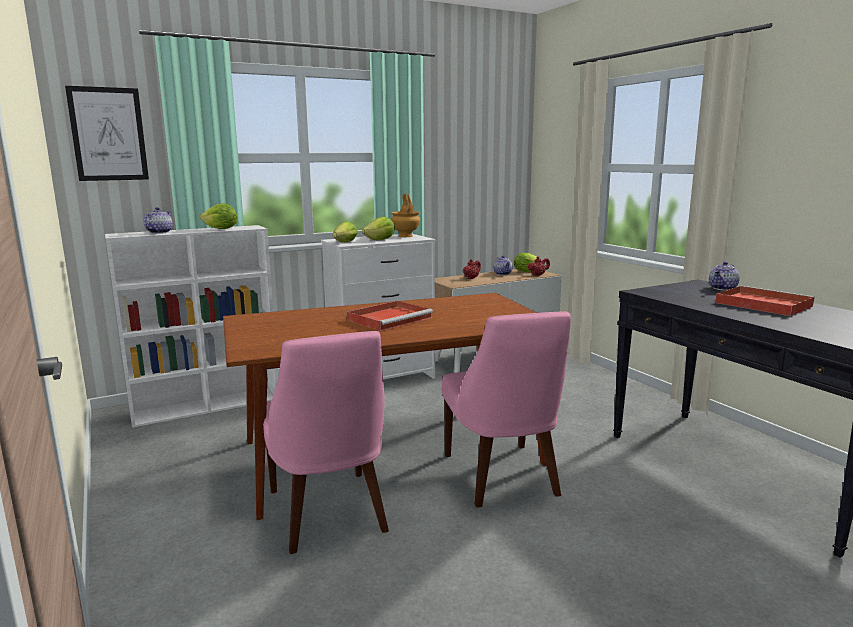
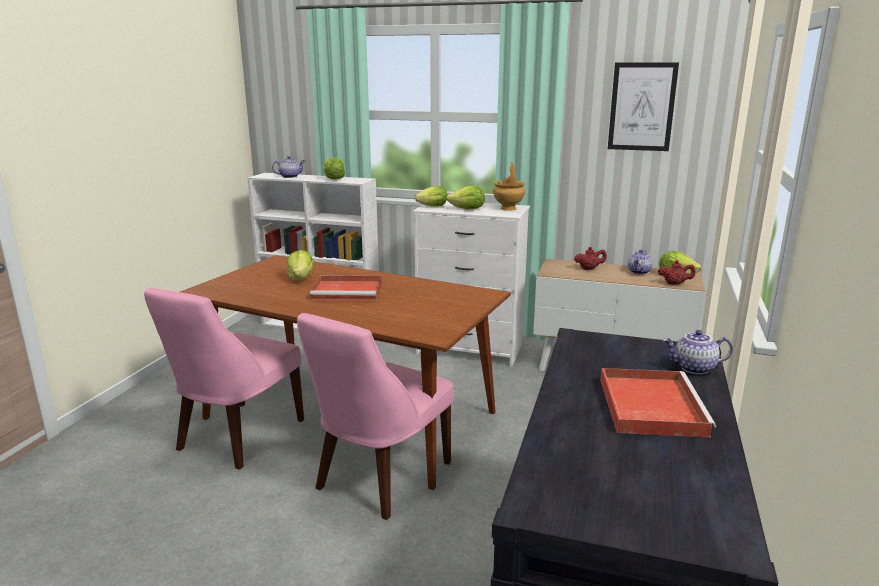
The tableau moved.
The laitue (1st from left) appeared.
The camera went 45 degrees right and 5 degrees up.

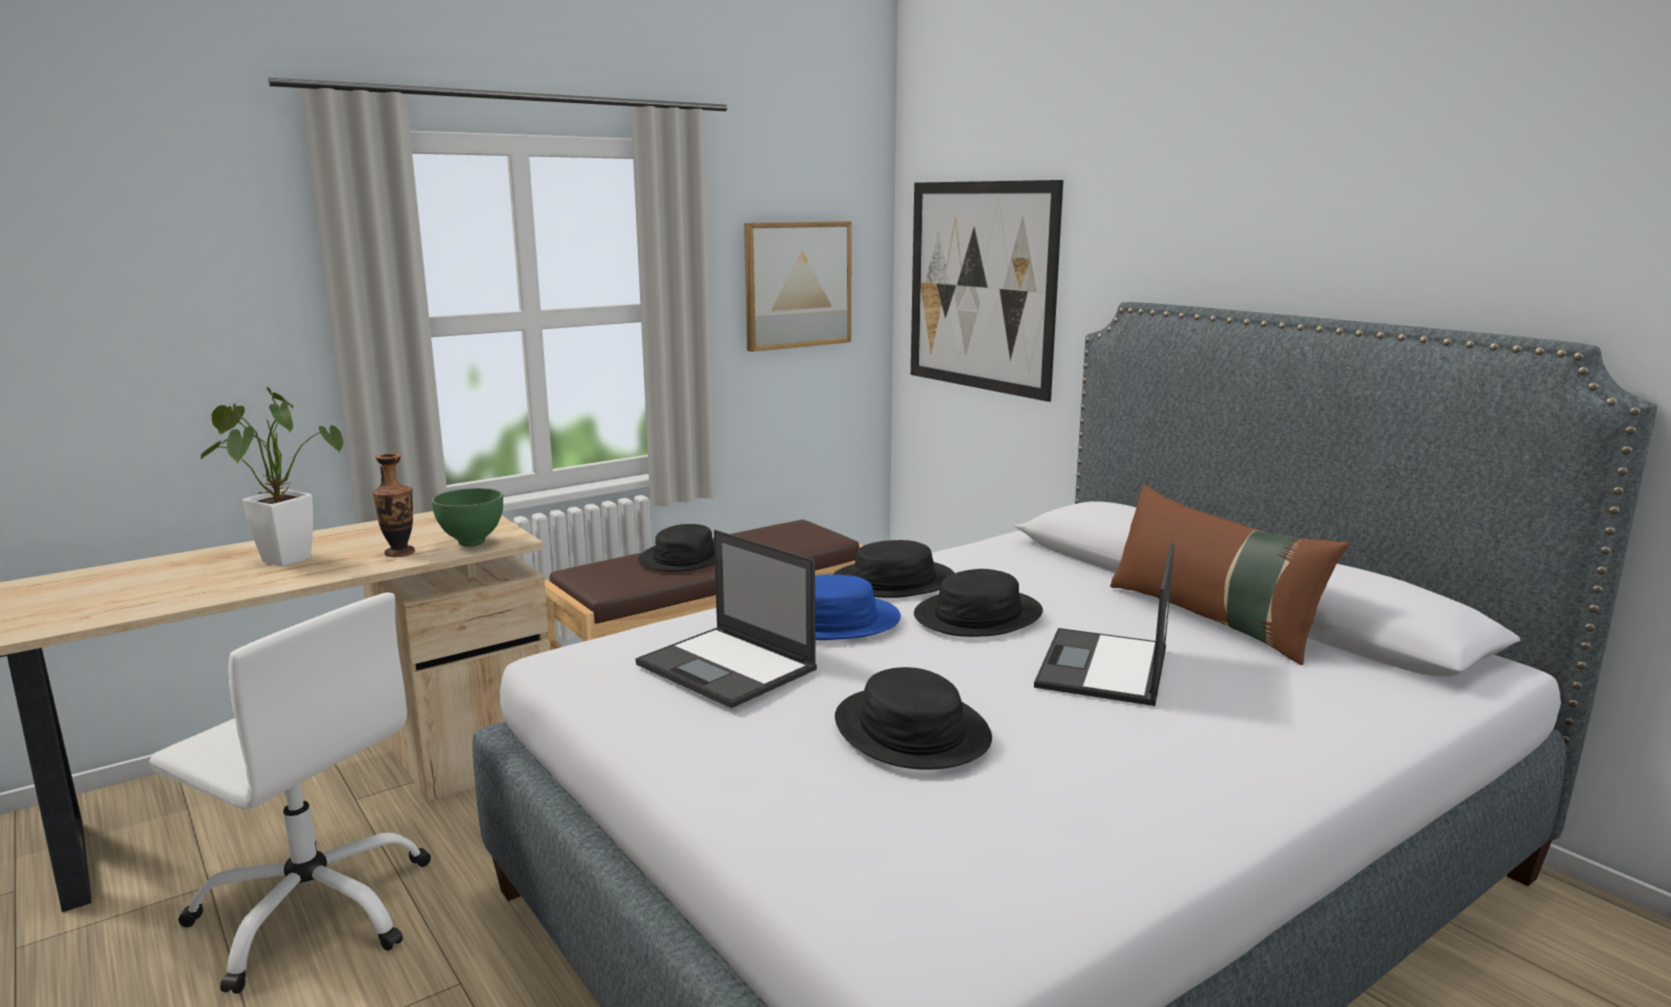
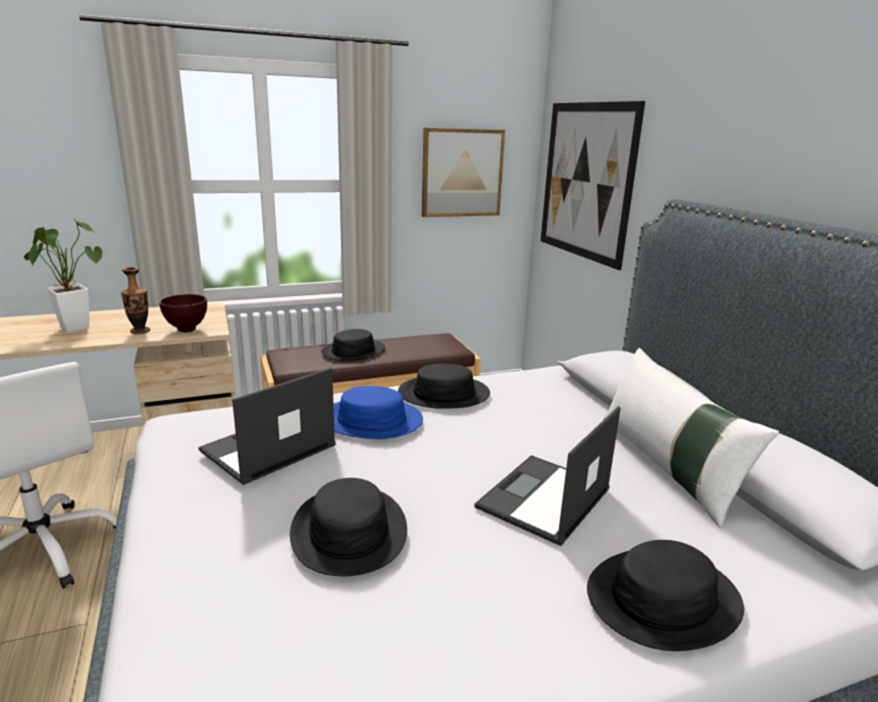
The coussin (marron) became the coussin (blanc).
The bol (vert) became the bol (marron).
The ordinateur portable (1st from left) turned 75 degrees clockwise.
The chapeau (noir) (4th from left) moved.
The camera went 15 degrees right and 5 degrees up.

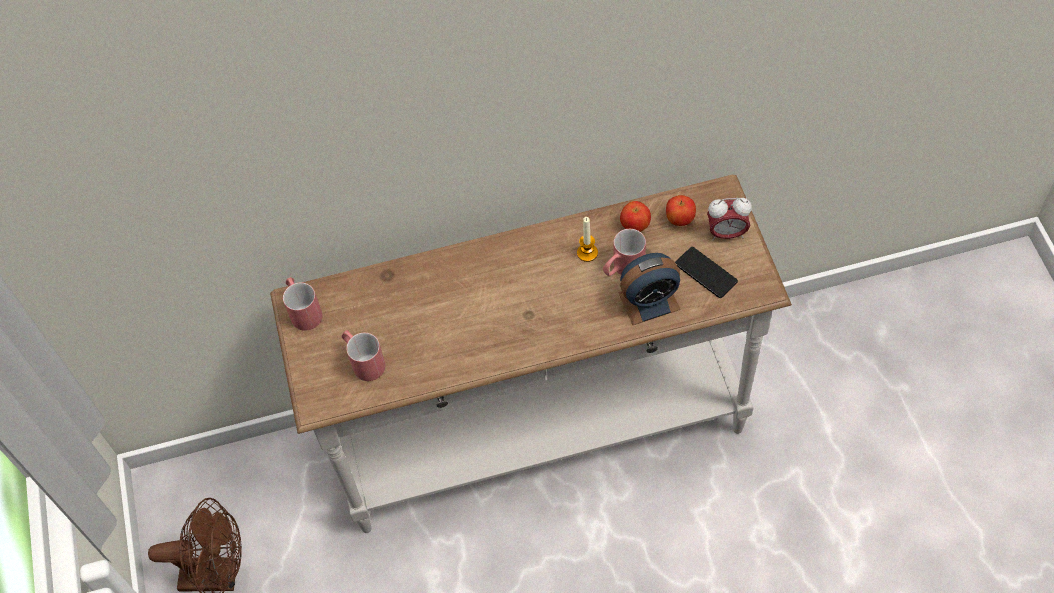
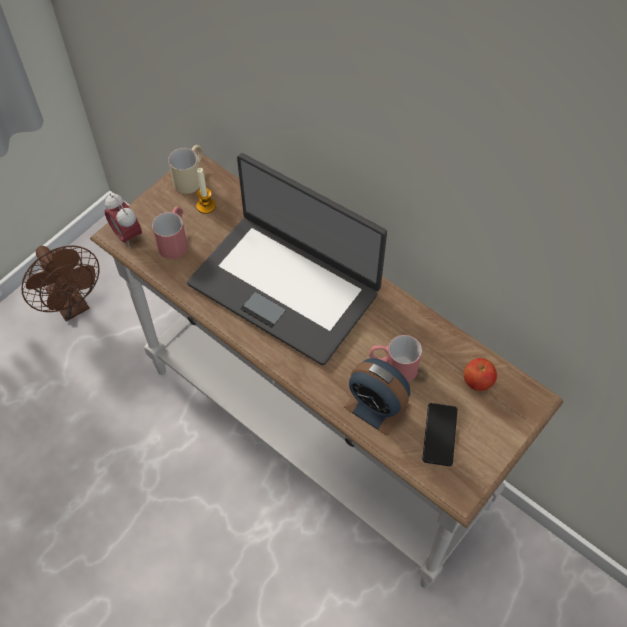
The réveil (2nd from left in the first image) moved.
The pomme (1st from left) disappeared.
The bougie moved.
The mug (rouge) (1st from left) became the mug (beige).
The ordinateur portable appeared.
The camera went 50 degrees right and 0 degrees up.

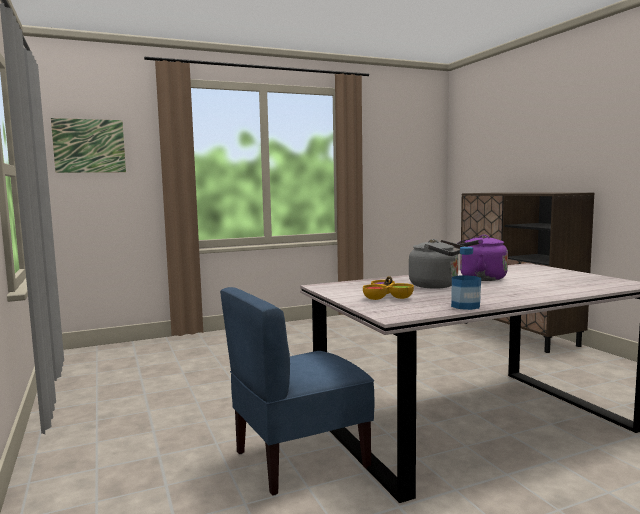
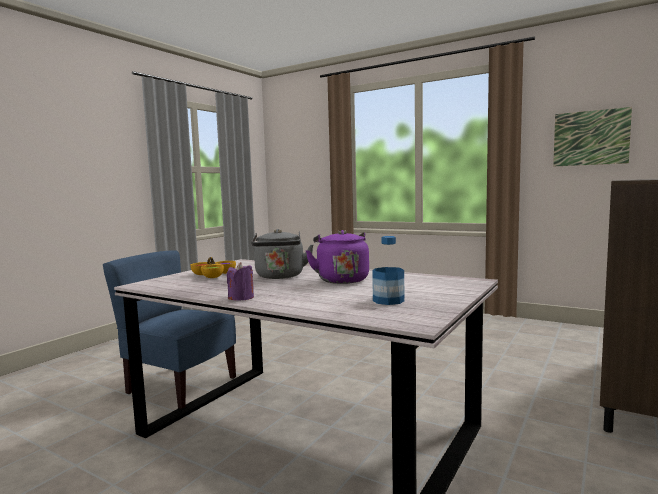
The tableau moved.
The bouteille moved.
The bougie (violet) appeared.
The camera went 55 degrees right and 0 degrees up.

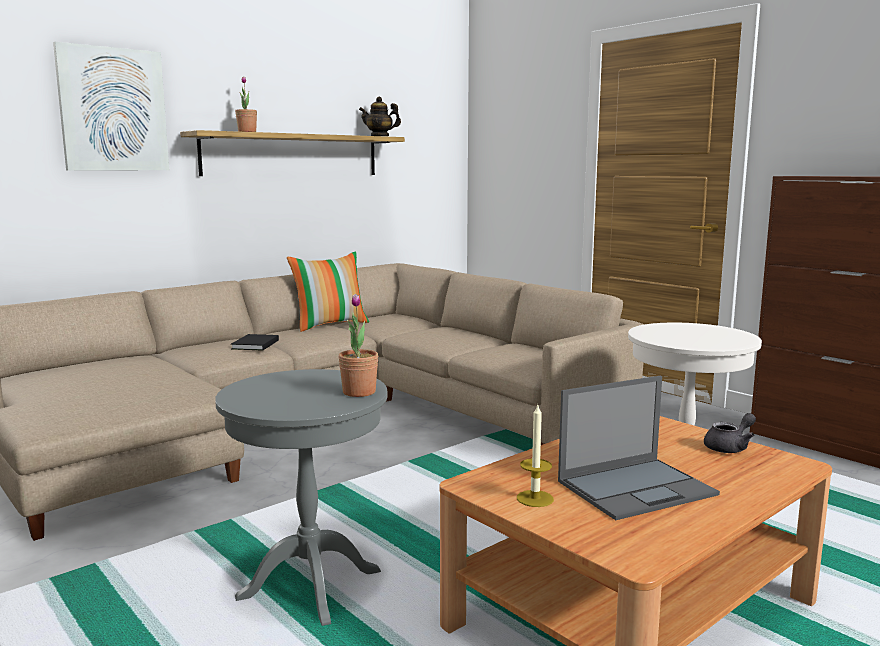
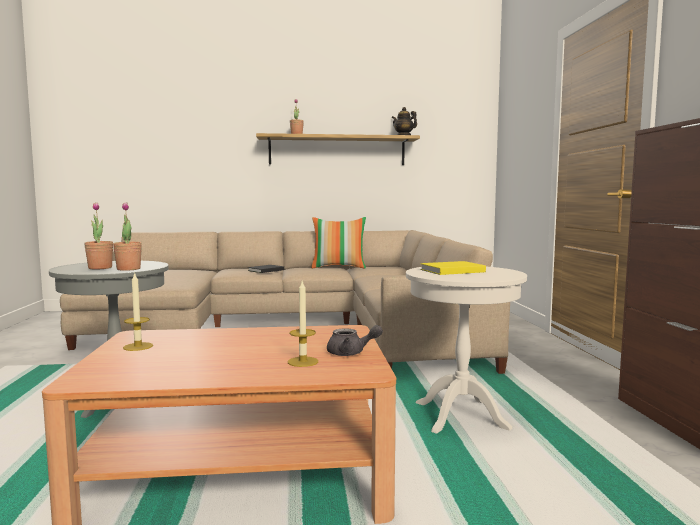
The tableau disappeared.
The ordinateur portable disappeared.
The plante en pot (1st from left) appeared.
The livre (jaune) appeared.
The bougie (2nd from left) appeared.
The camera went 35 degrees right and 5 degrees down.

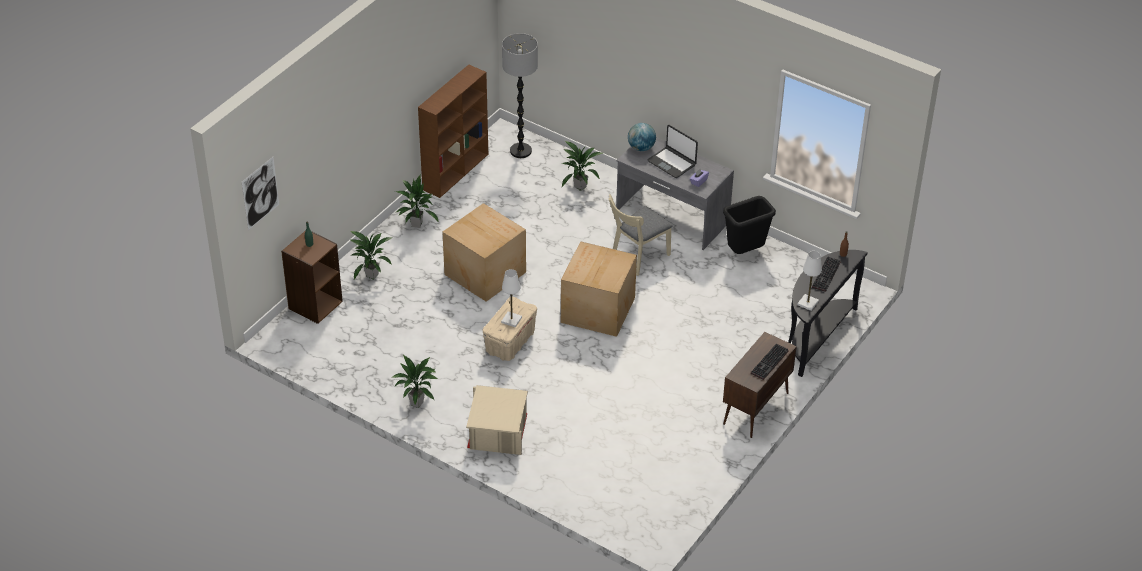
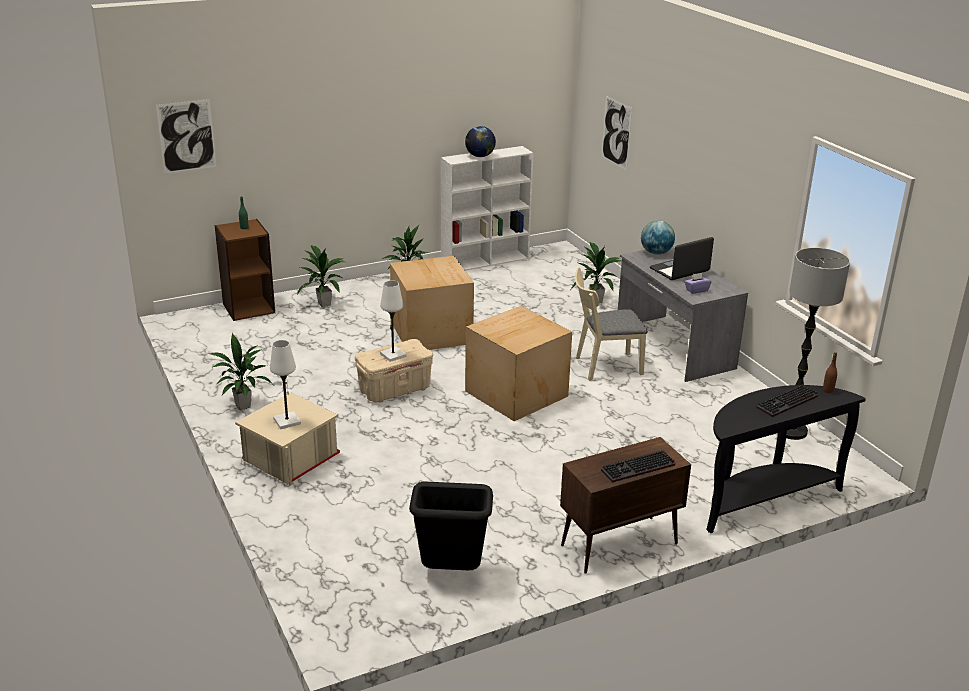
The lampadaire moved.
The bibliothèque (marron) (2nd from left) became the bibliothèque (blanc).
The ordinateur portable turned 75 degrees clockwise.
The poubelle (noir) moved.
The lampe de table (blanc) (2nd from left in the first image) moved.
The tableau (2nd from left) appeared.
The globe (1st from left) appeared.
The camera went 30 degrees right and 15 degrees down.

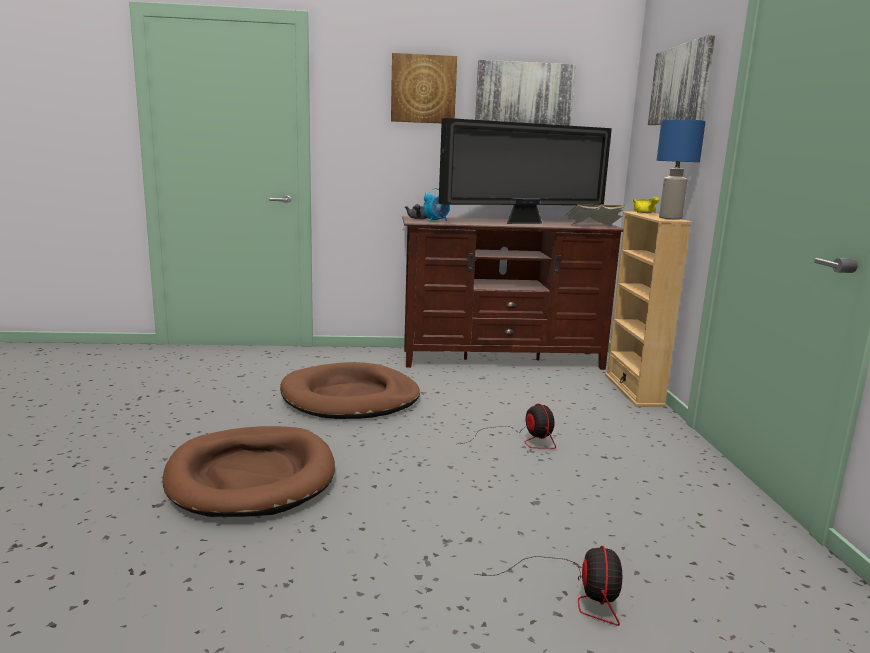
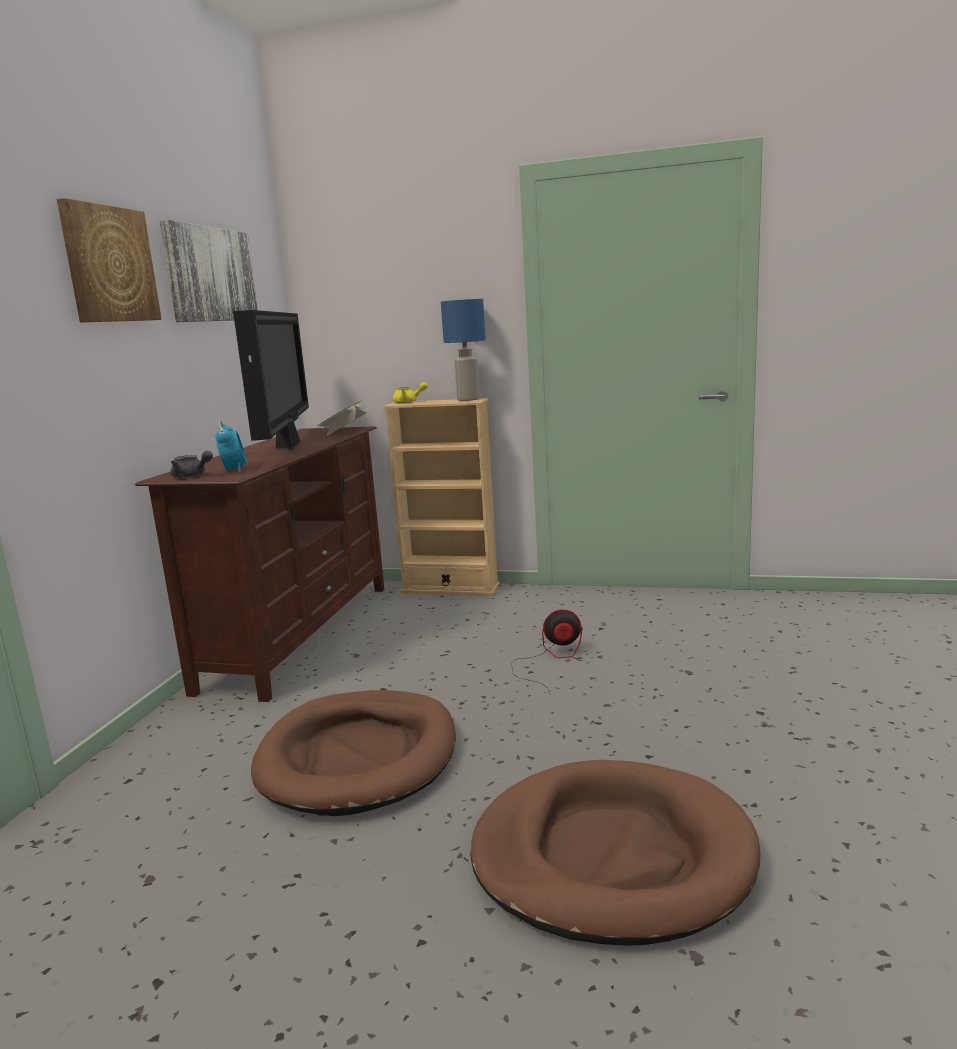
The tableau (3rd from left) disappeared.
The ventilateur (2nd from left) disappeared.
The camera went 70 degrees left and 0 degrees up.

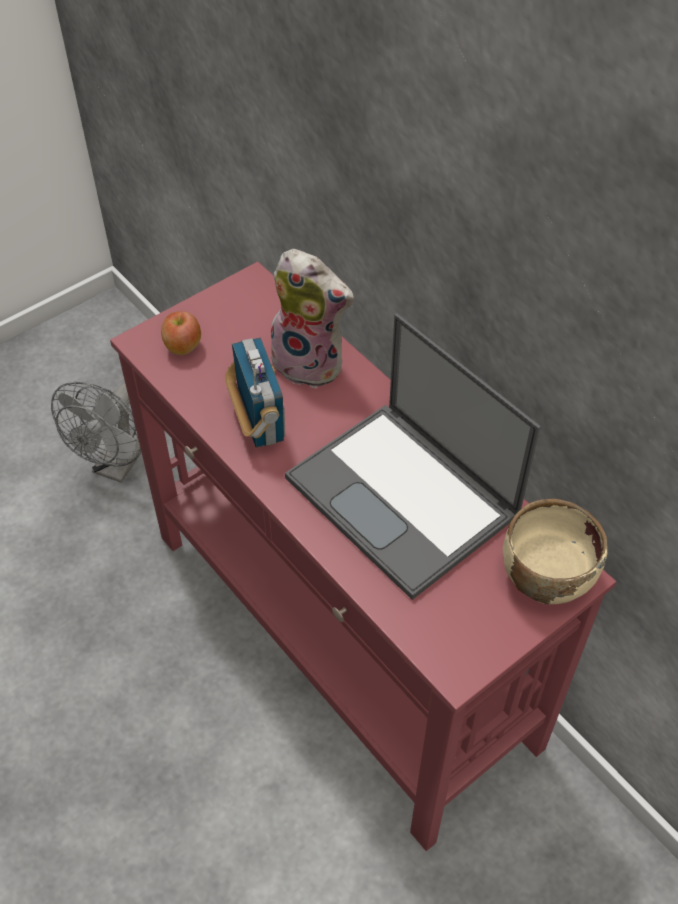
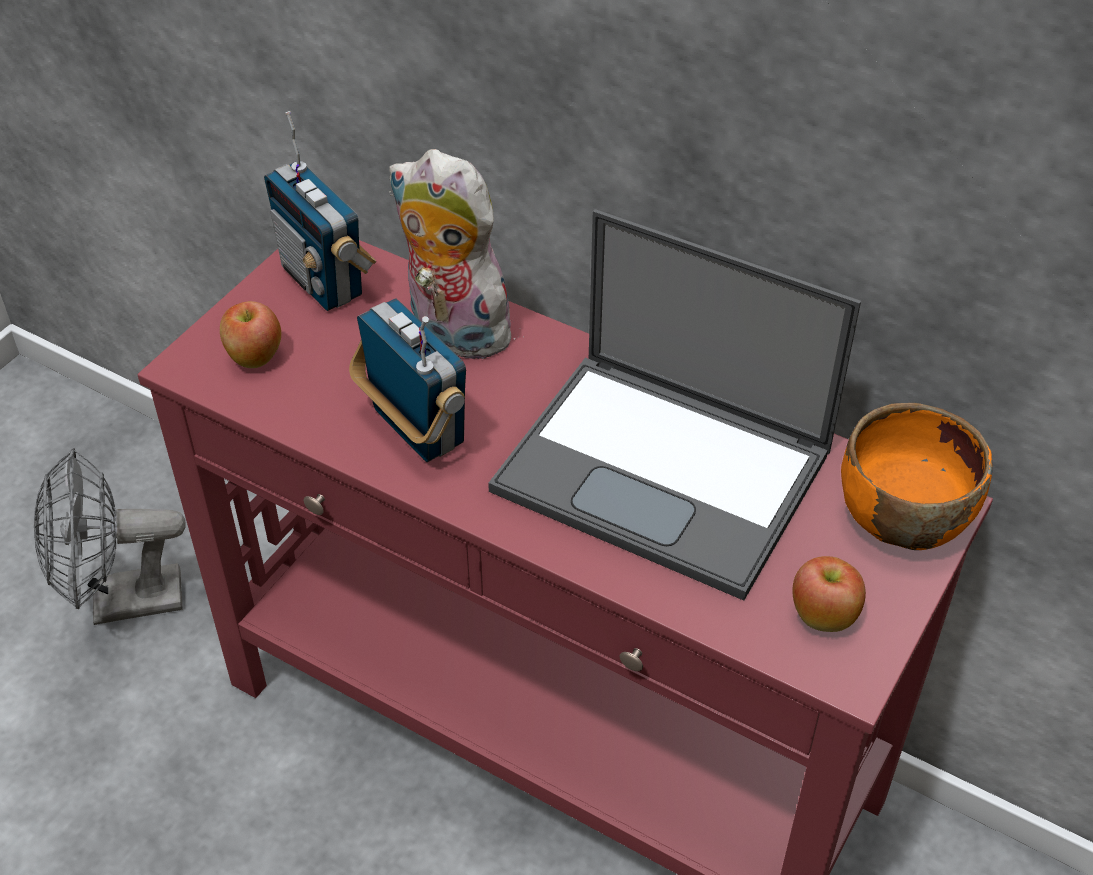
The peluche turned 150 degrees counterclockwise.
The ventilateur (gris) turned 75 degrees clockwise.
The bol (beige) became the bol (orange).
The radio (1st from left) appeared.
The pomme (2nd from left) appeared.
The camera went 20 degrees left and 5 degrees down.

